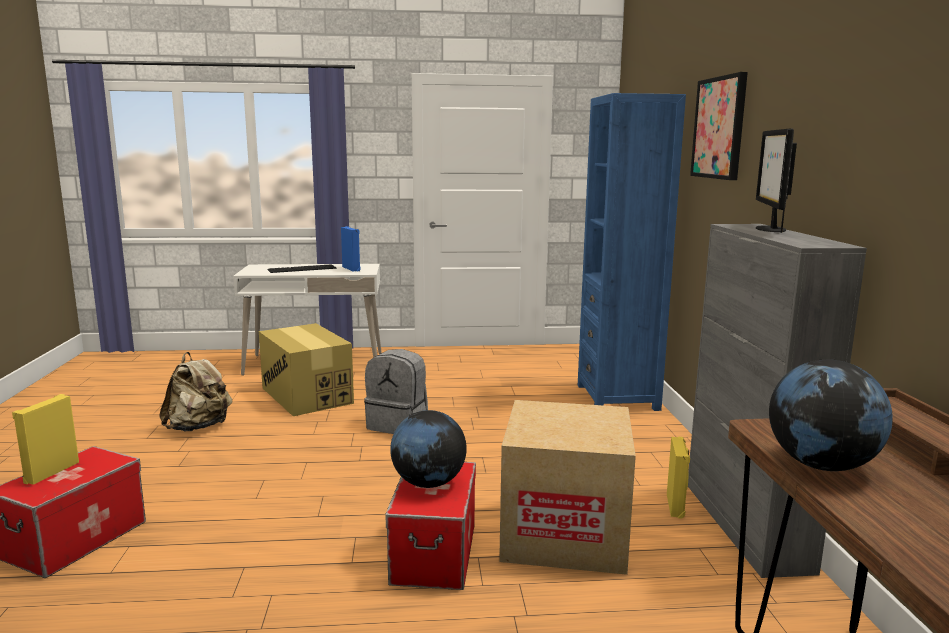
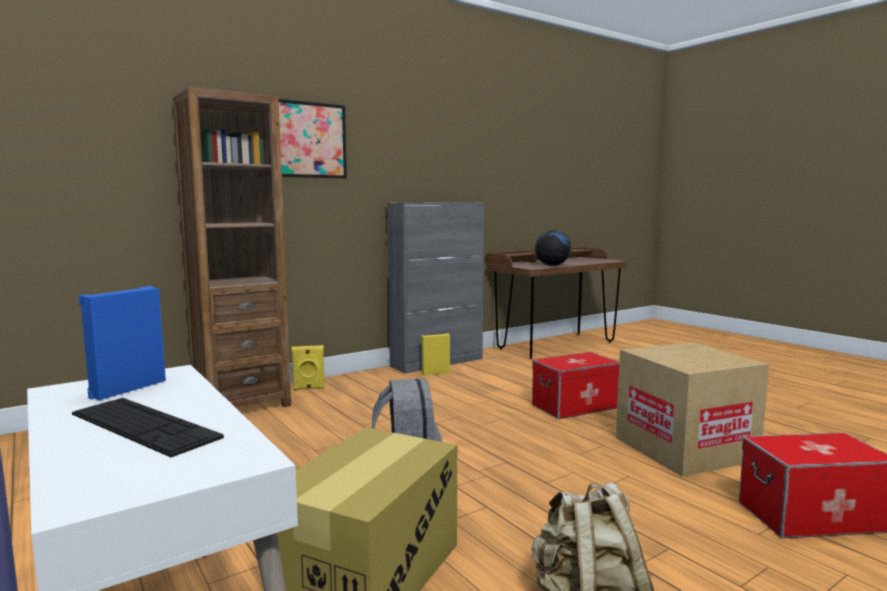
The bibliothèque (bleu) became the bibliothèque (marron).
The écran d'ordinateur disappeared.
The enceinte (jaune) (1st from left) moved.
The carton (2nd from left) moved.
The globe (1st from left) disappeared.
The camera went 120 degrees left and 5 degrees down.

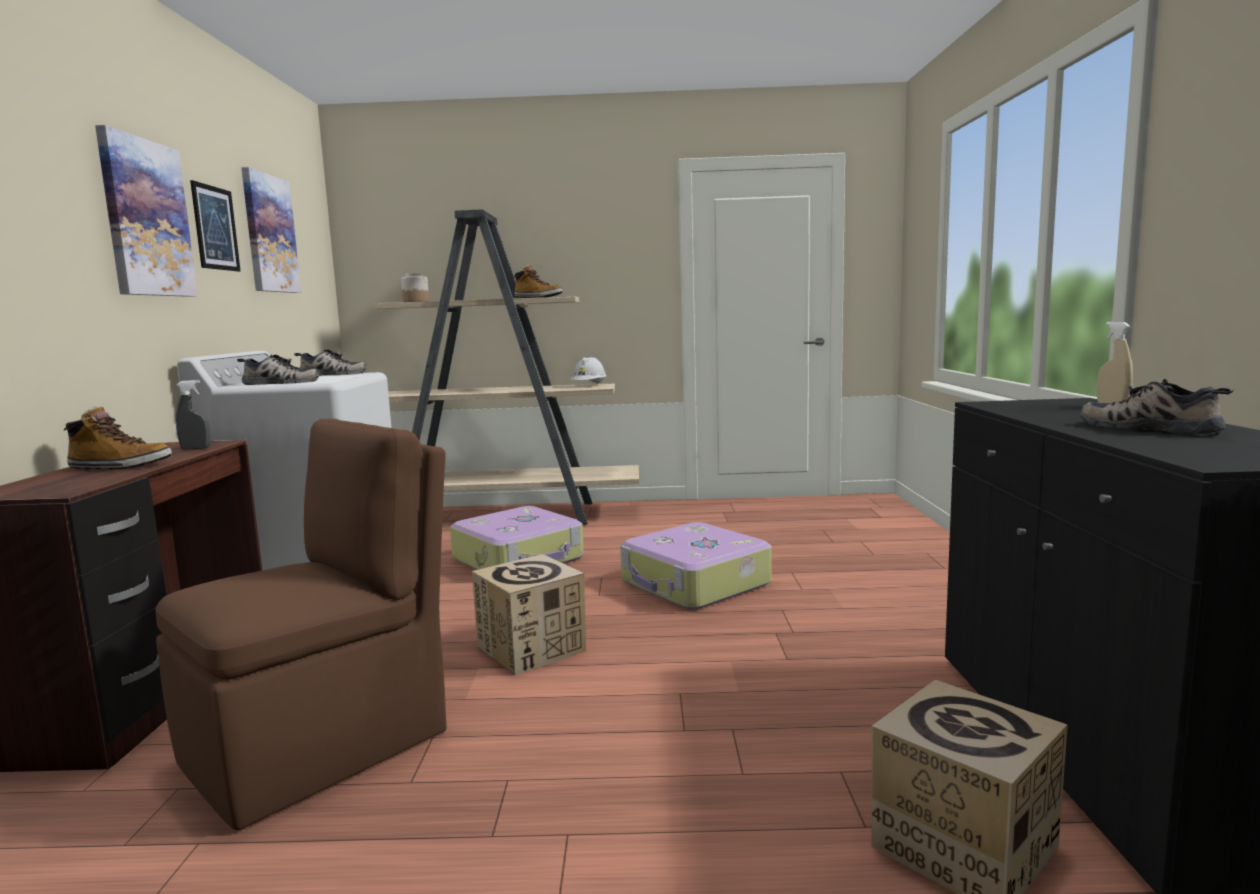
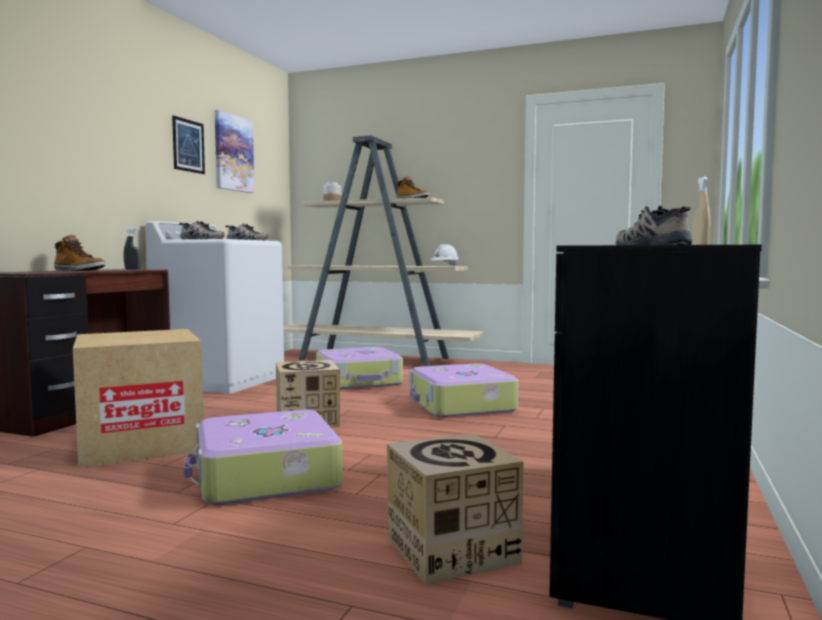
The tableau (1st from left) disappeared.
The chaise (marron) was replaced by the carton (1st from left).
The valise (1st from left) appeared.
The camera went 20 degrees right and 5 degrees down.

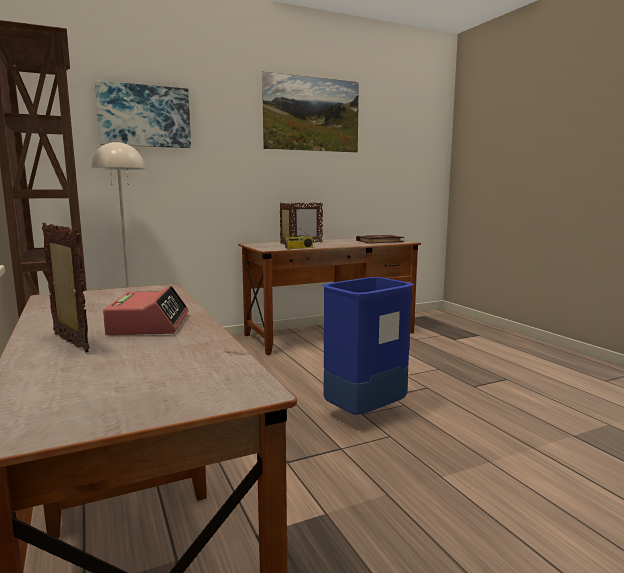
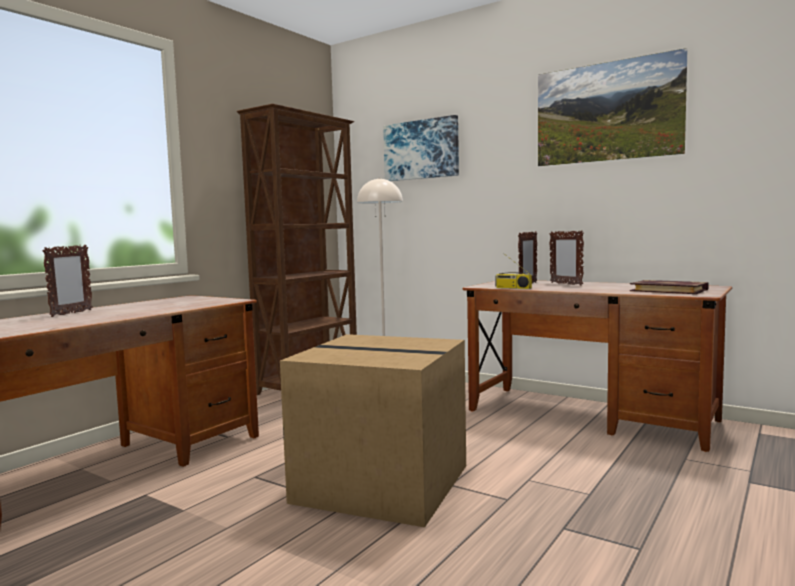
The poubelle (bleu) was replaced by the carton.
The réveil disappeared.
The camera went 60 degrees right and 5 degrees down.

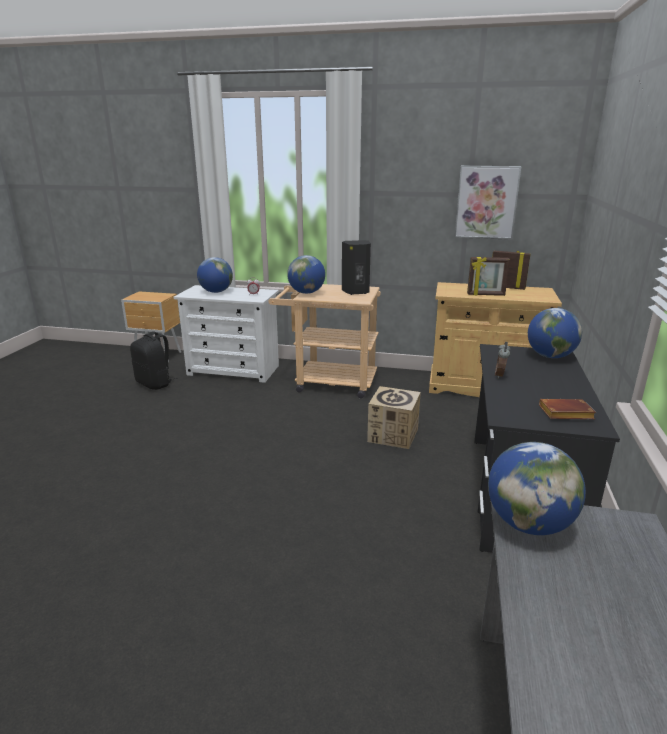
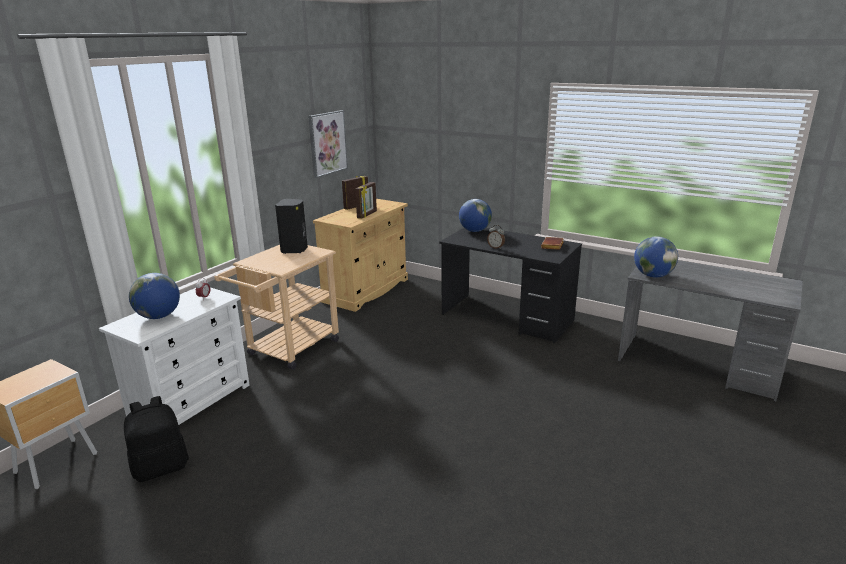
The globe (2nd from left) disappeared.
The carton disappeared.
The camera went 70 degrees left and 0 degrees up.

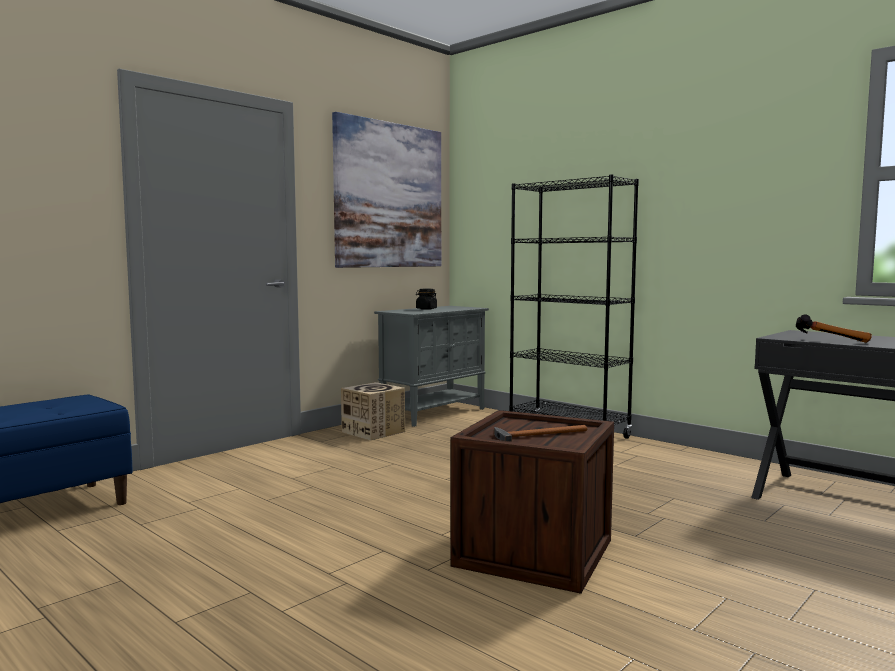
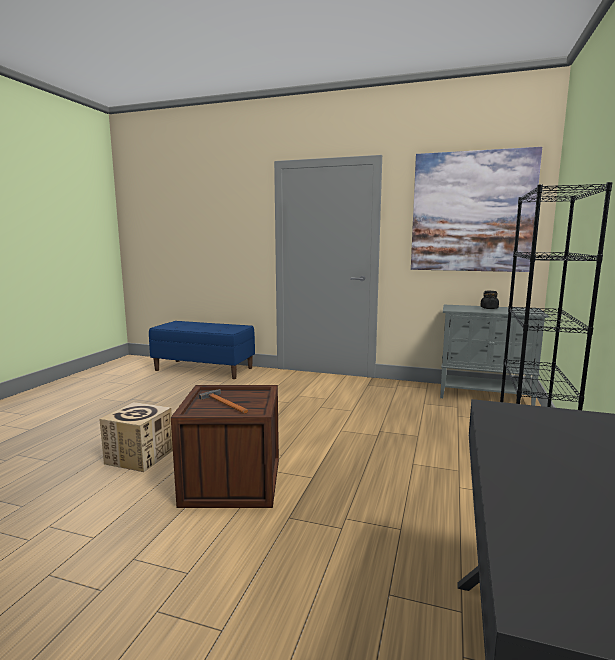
The marteau (2nd from left) disappeared.
The carton moved.
The camera went 65 degrees right and 5 degrees up.

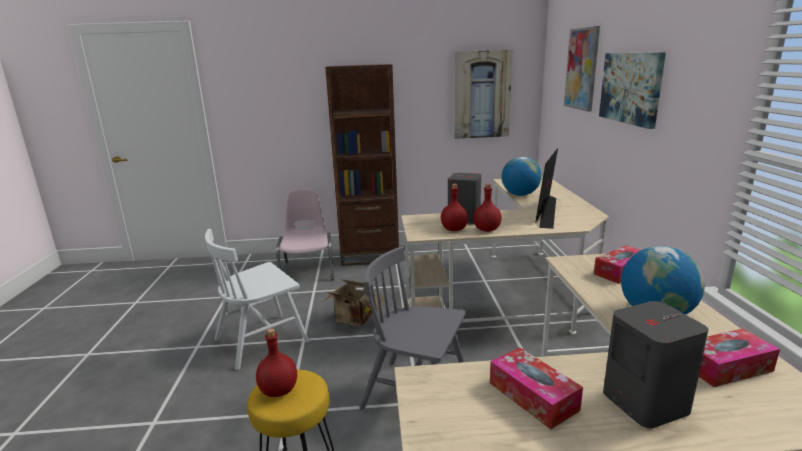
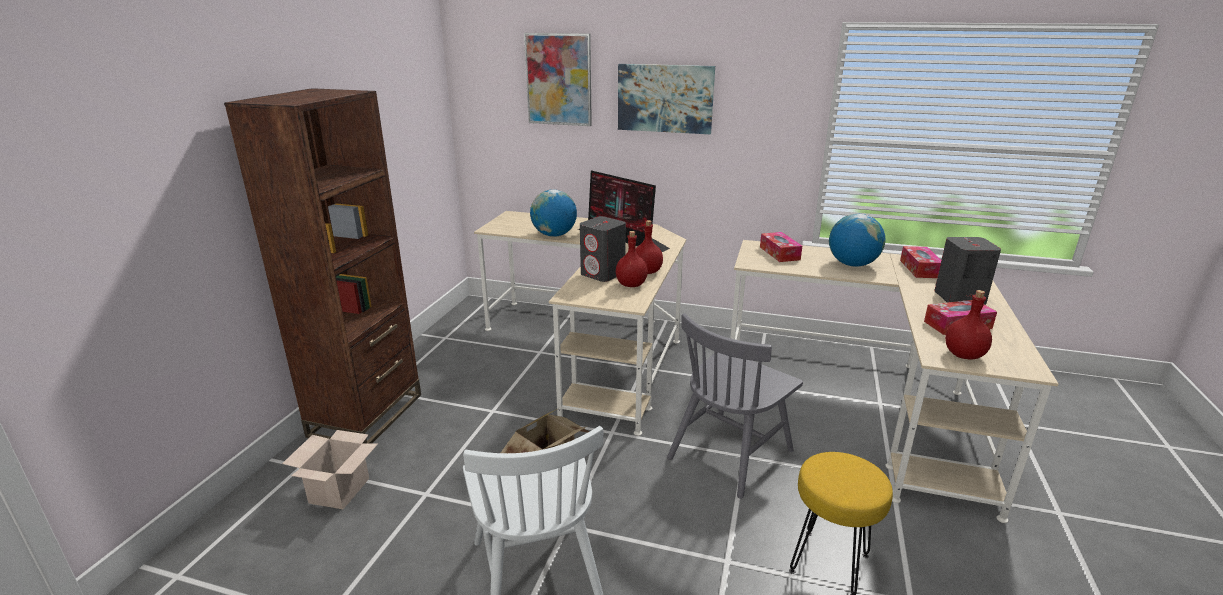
The tableau (1st from left) disappeared.
The chaise (rose) was replaced by the carton (1st from left).
The bouteille (rouge) (1st from left in the first image) moved.
The camera went 70 degrees left and 5 degrees up.

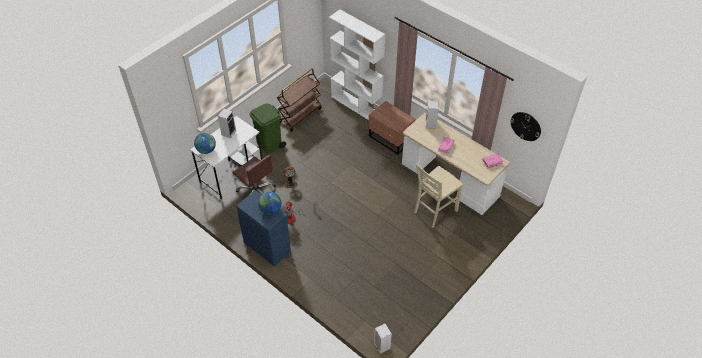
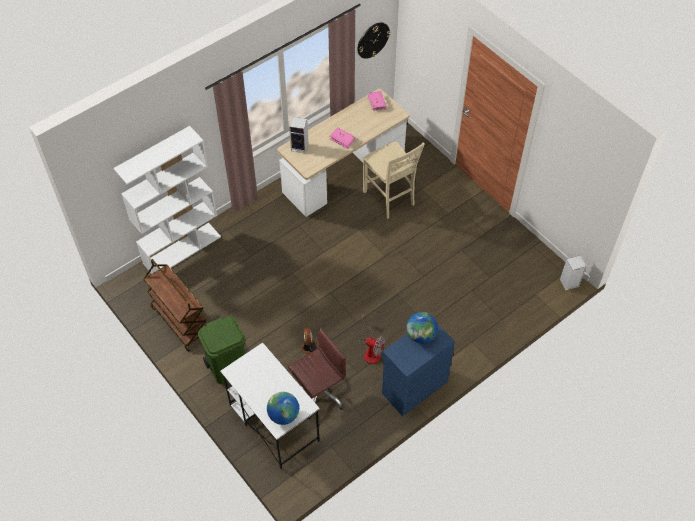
The table de chevet (marron) disappeared.
The enceinte (1st from left) disappeared.
The camera went 80 degrees left and 5 degrees up.

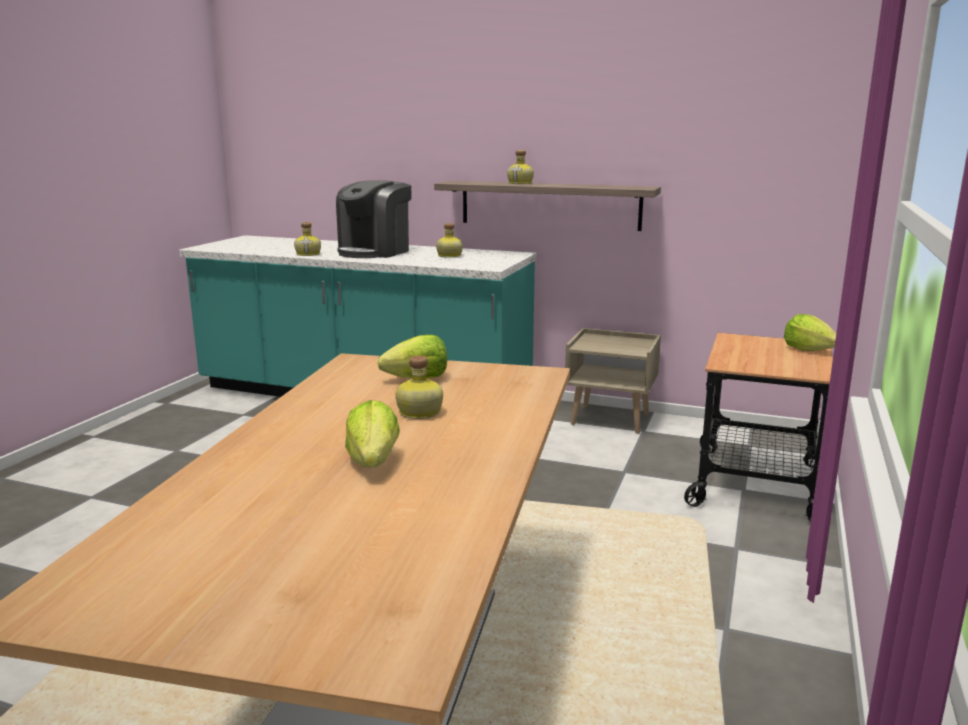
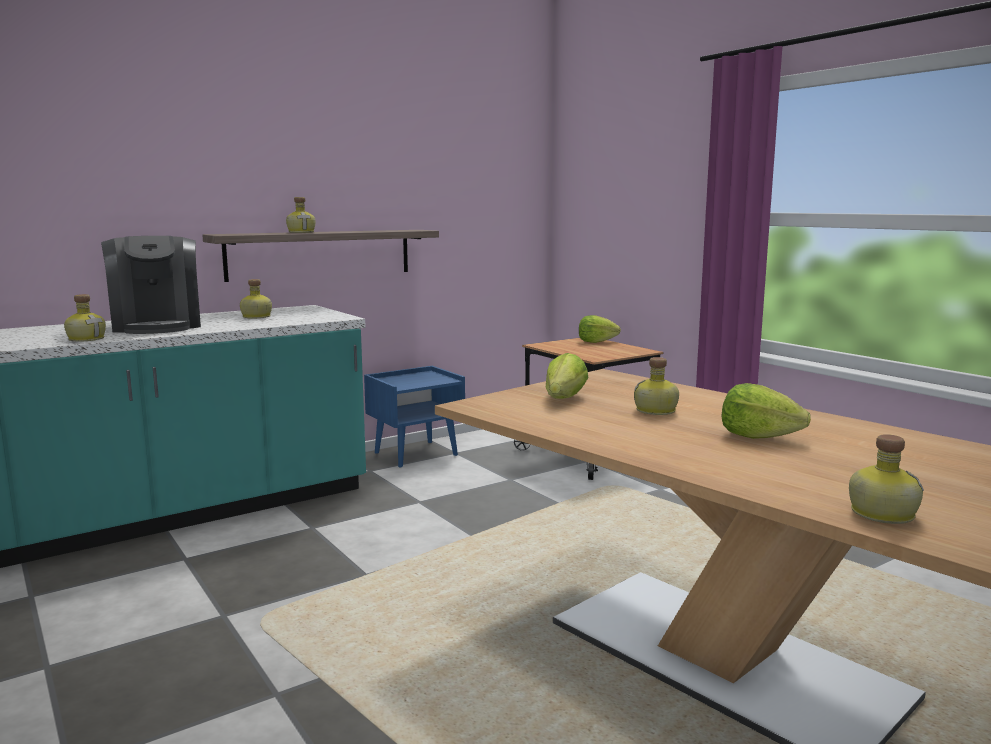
The table de chevet (beige) became the table de chevet (bleu).
The bouteille (5th from left) appeared.
The camera went 55 degrees left and 5 degrees down.

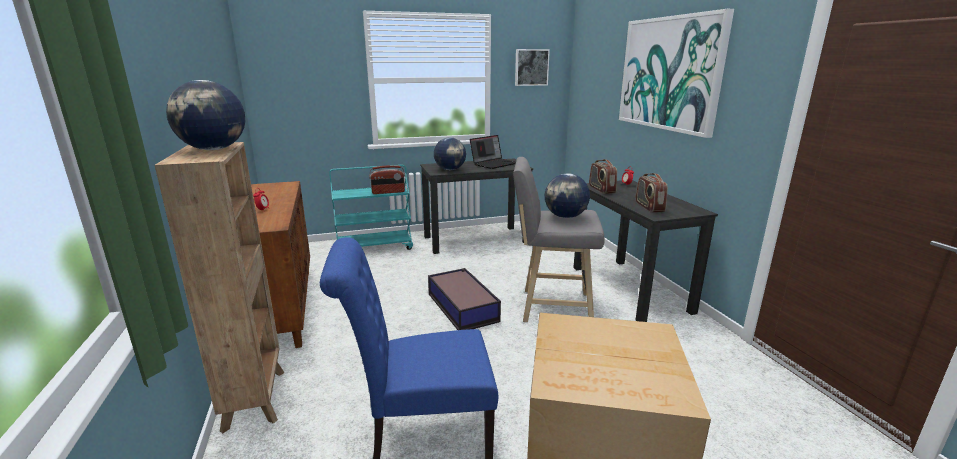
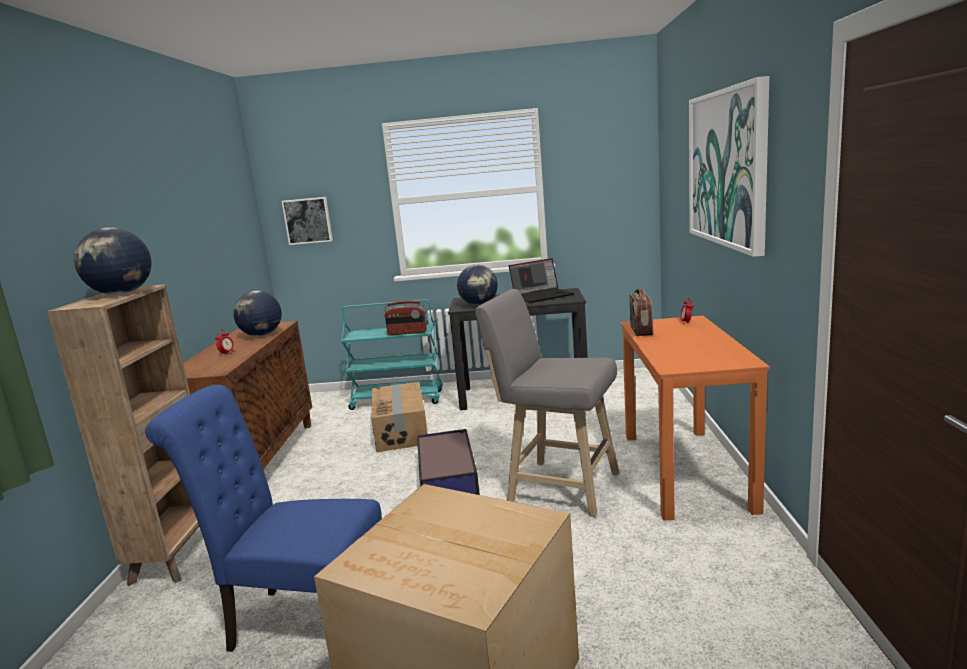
The tableau (1st from left) moved.
The globe (3rd from left in the first image) moved.
The radio (3rd from left) disappeared.
The bureau (noir) (2nd from left) became the bureau (orange).
The carton (1st from left) appeared.
The camera went 20 degrees right and 5 degrees down.

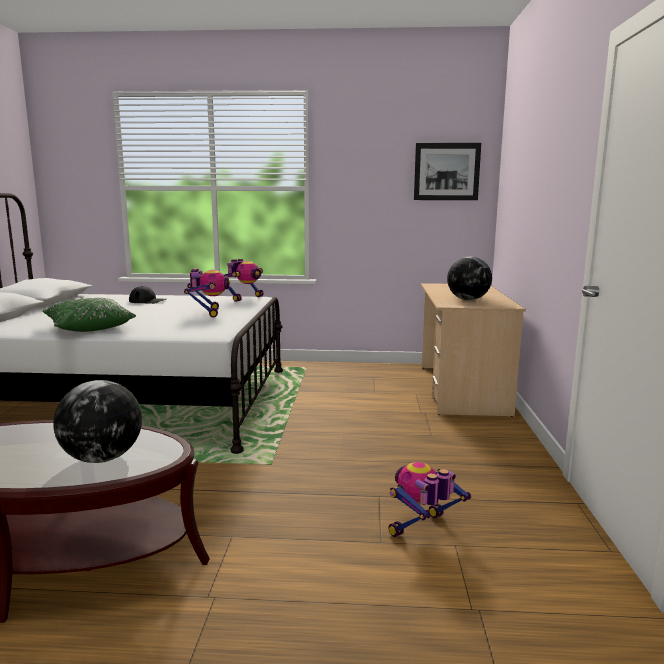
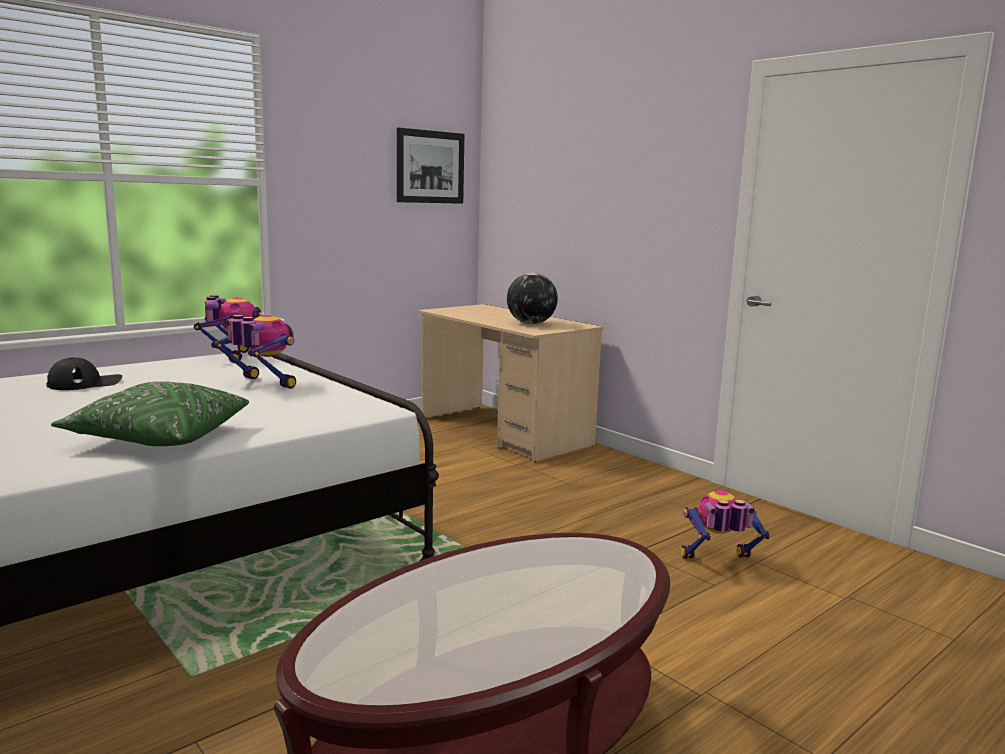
The globe (1st from left) disappeared.
The robot jouet (3rd from left) turned 75 degrees clockwise.
The camera went 45 degrees left and 0 degrees up.

